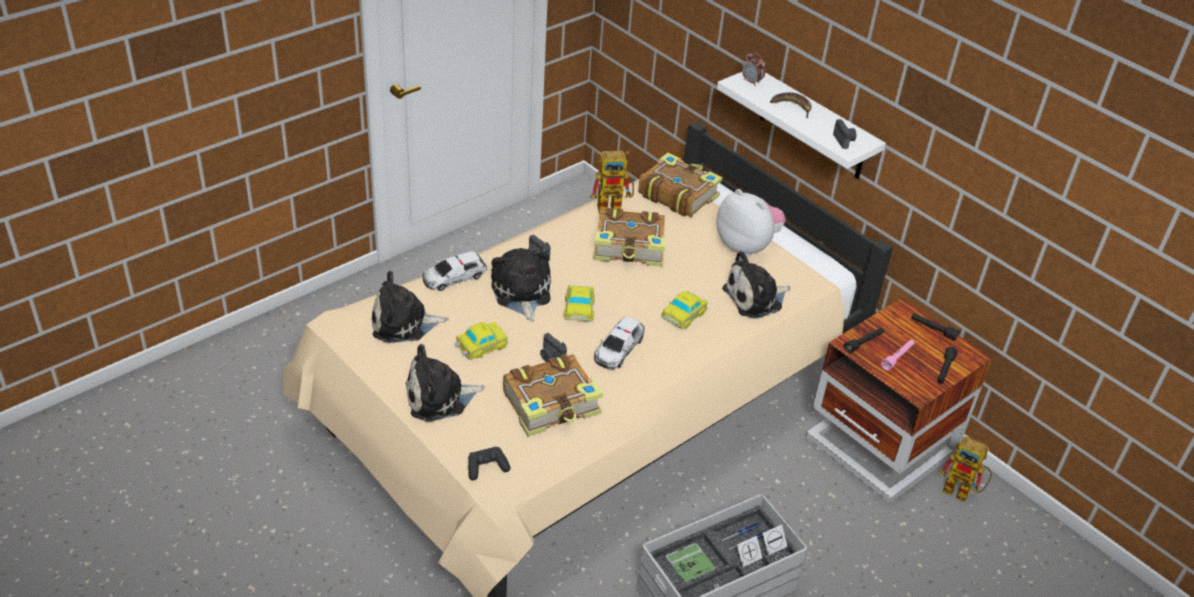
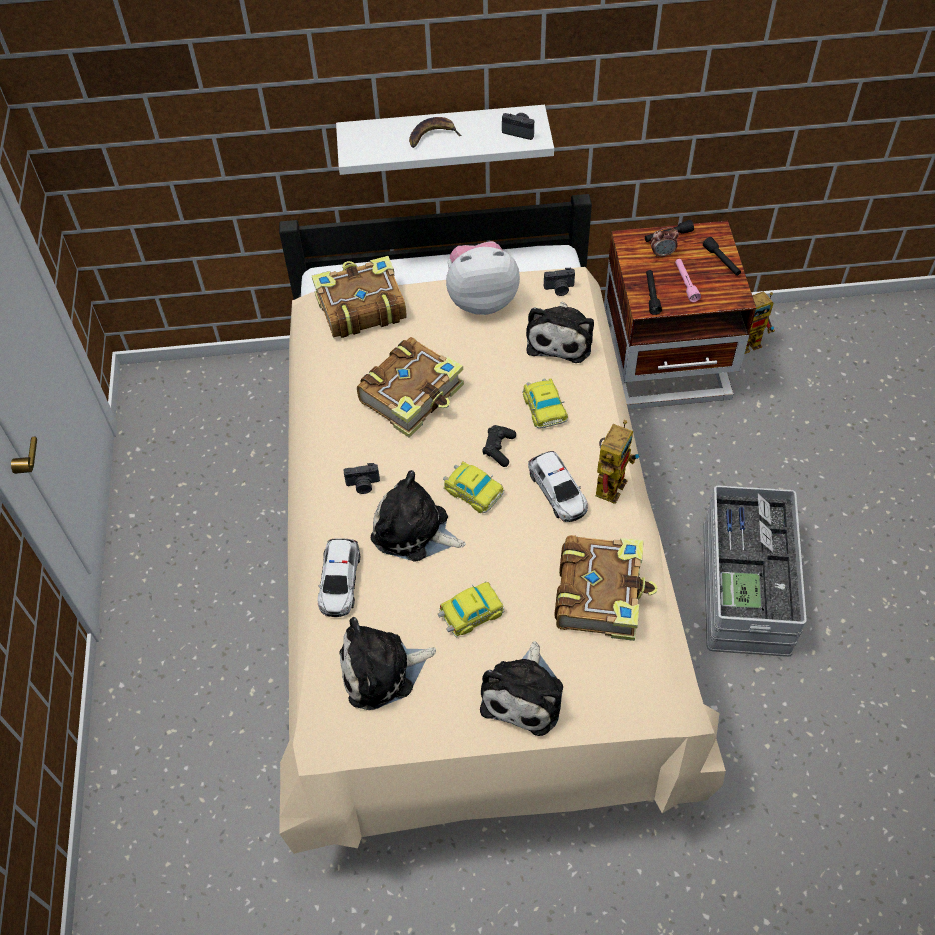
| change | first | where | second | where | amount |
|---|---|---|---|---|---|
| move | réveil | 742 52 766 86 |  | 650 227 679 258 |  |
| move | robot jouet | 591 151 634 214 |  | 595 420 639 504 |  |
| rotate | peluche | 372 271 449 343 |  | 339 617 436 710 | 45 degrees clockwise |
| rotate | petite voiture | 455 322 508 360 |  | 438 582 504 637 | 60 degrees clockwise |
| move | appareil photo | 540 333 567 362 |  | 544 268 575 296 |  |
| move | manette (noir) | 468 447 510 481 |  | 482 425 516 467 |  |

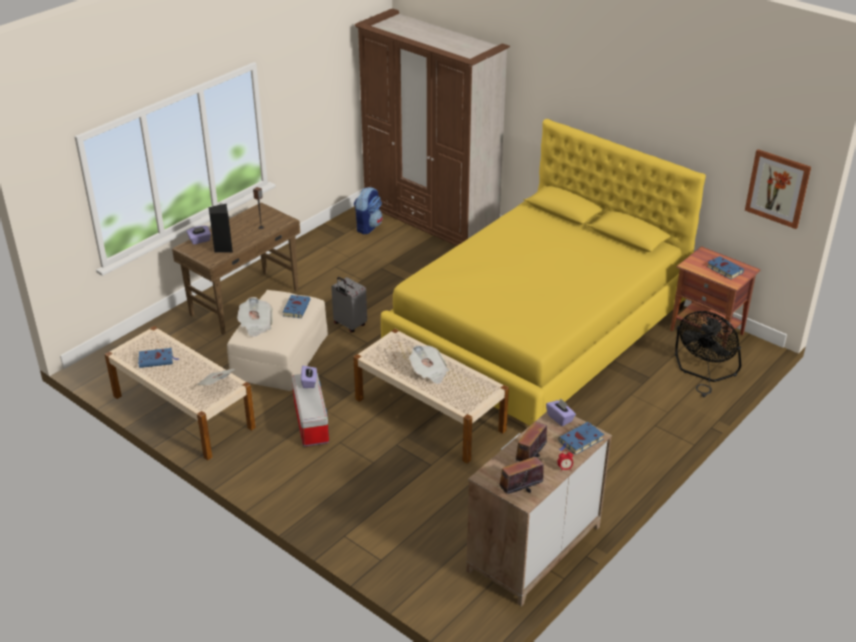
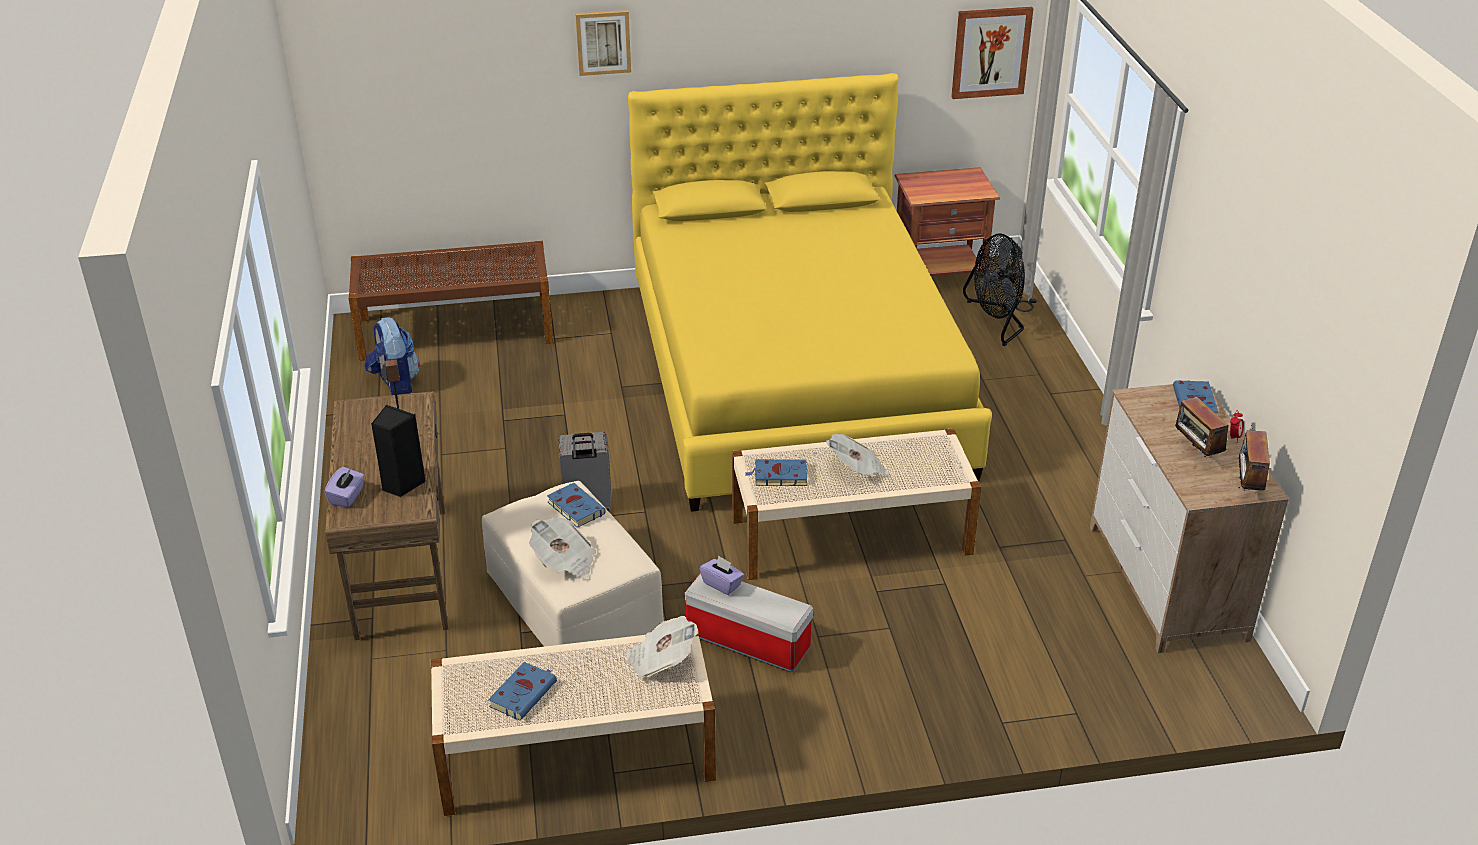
| change | first | where | second | where | amount |
|---|---|---|---|---|---|
| replace | armoire (marron) | 355 8 510 246 | banc (marron) | 348 240 553 361 |  |
| move | livre (bleu) | 707 256 744 279 |  | 746 459 808 486 |  |
| rotate | ventilateur (noir) | 675 311 741 397 |  | 963 233 1037 346 | 90 degrees counterclockwise |
| delete | boîte à mouchoirs (violet) | 546 398 576 426 |  |  |  |
| insert |  |  | tableau | 575 10 631 76 |  |

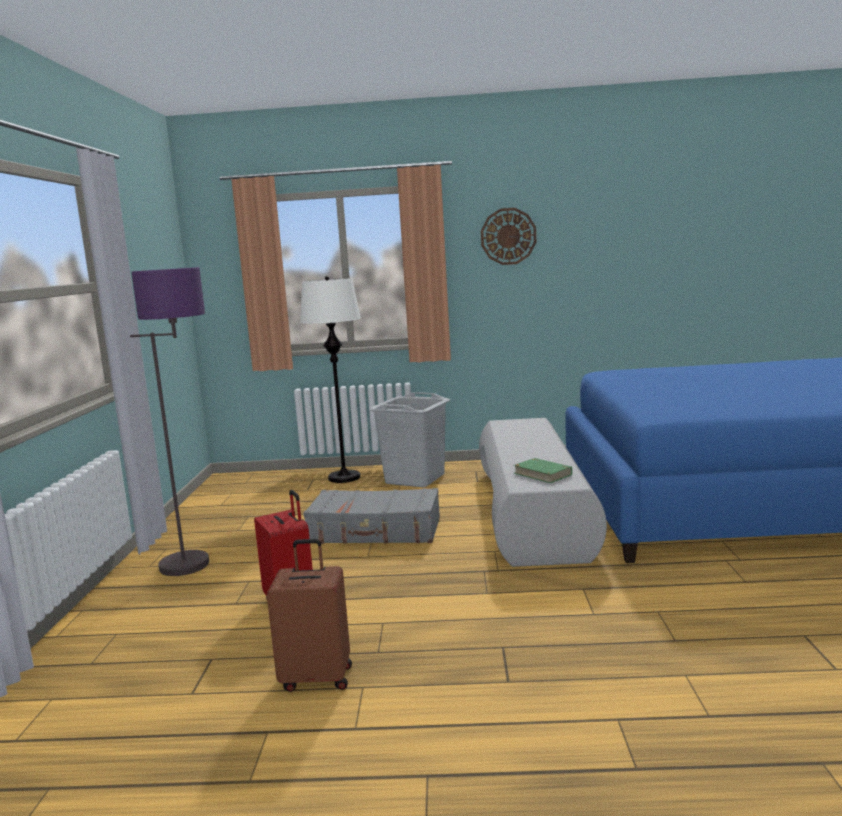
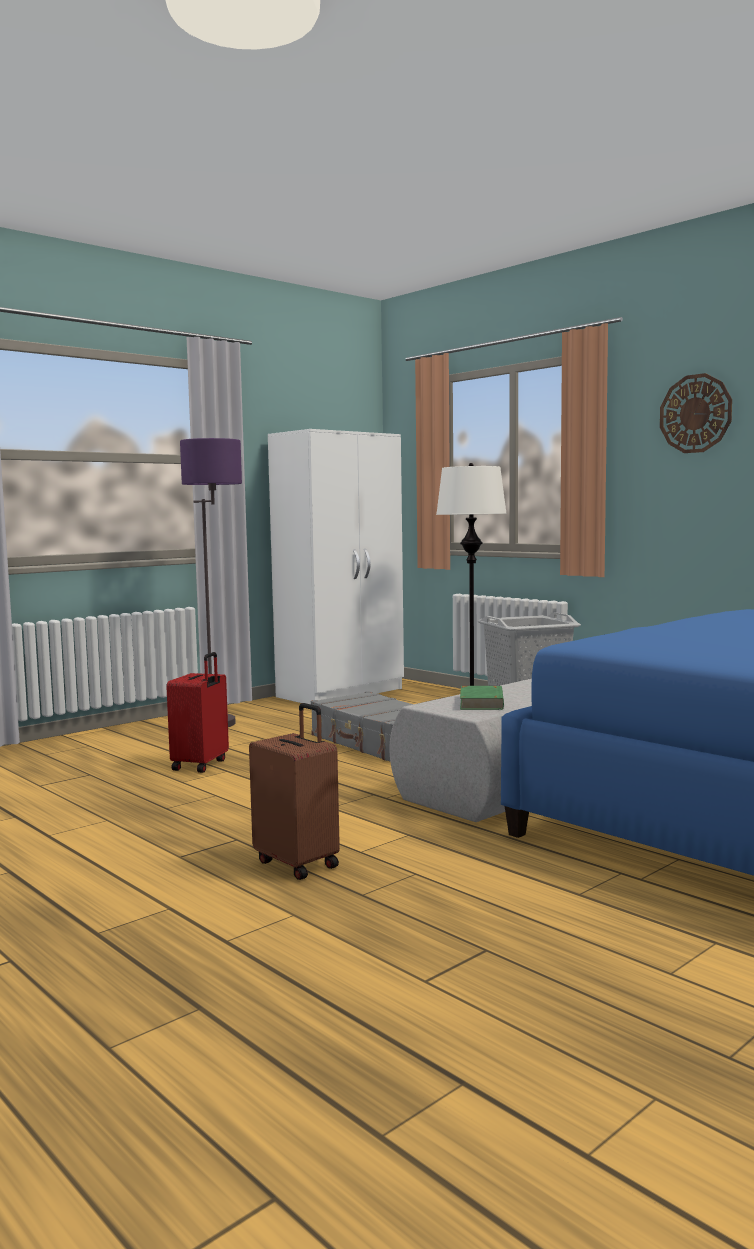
| change | first | where | second | where | amount |
|---|---|---|---|---|---|
| move | valise (marron) | 267 539 352 692 |  | 249 703 340 880 |  |
| insert |  |  | armoire (blanc) | 268 429 404 704 |  |

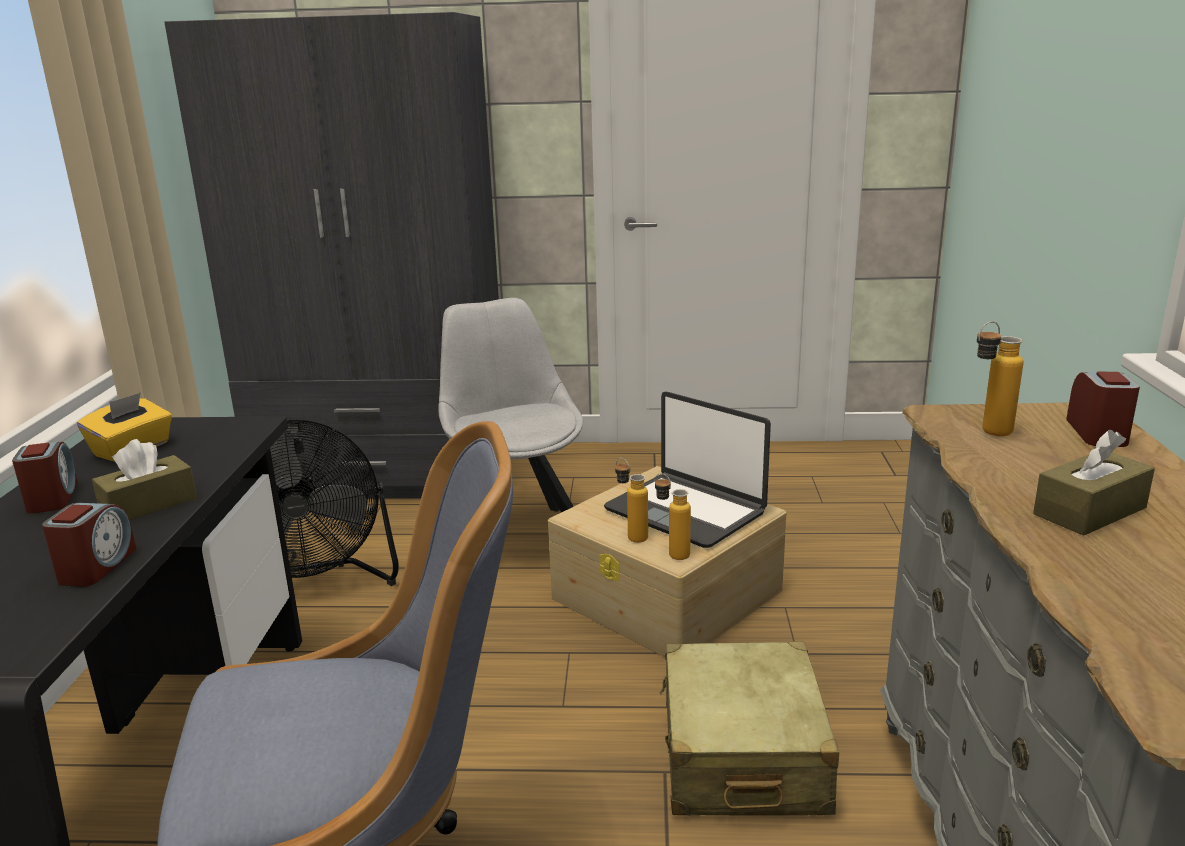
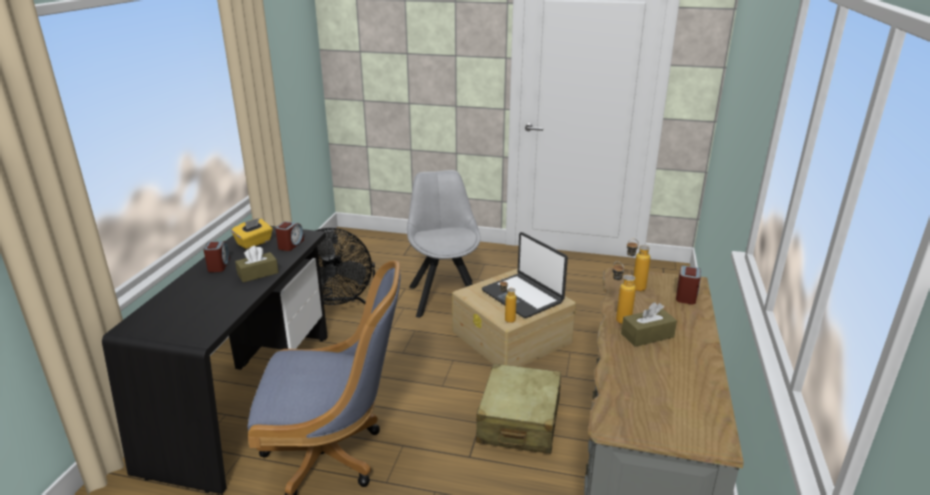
| change | first | where | second | where | amount |
|---|---|---|---|---|---|
| delete | armoire (gris) | 164 12 499 499 |  |  |  |
| move | bouteille | 615 458 648 543 |  | 613 261 636 324 |  |
| move | réveil | 42 503 136 586 |  | 275 221 304 251 |  |

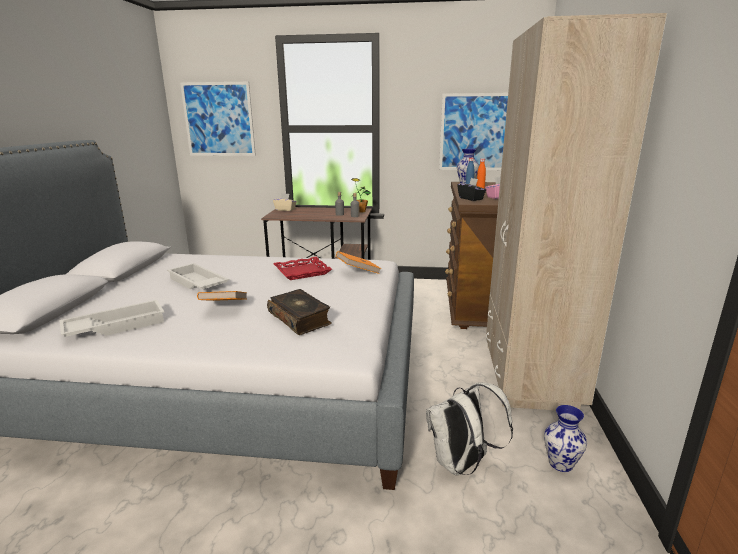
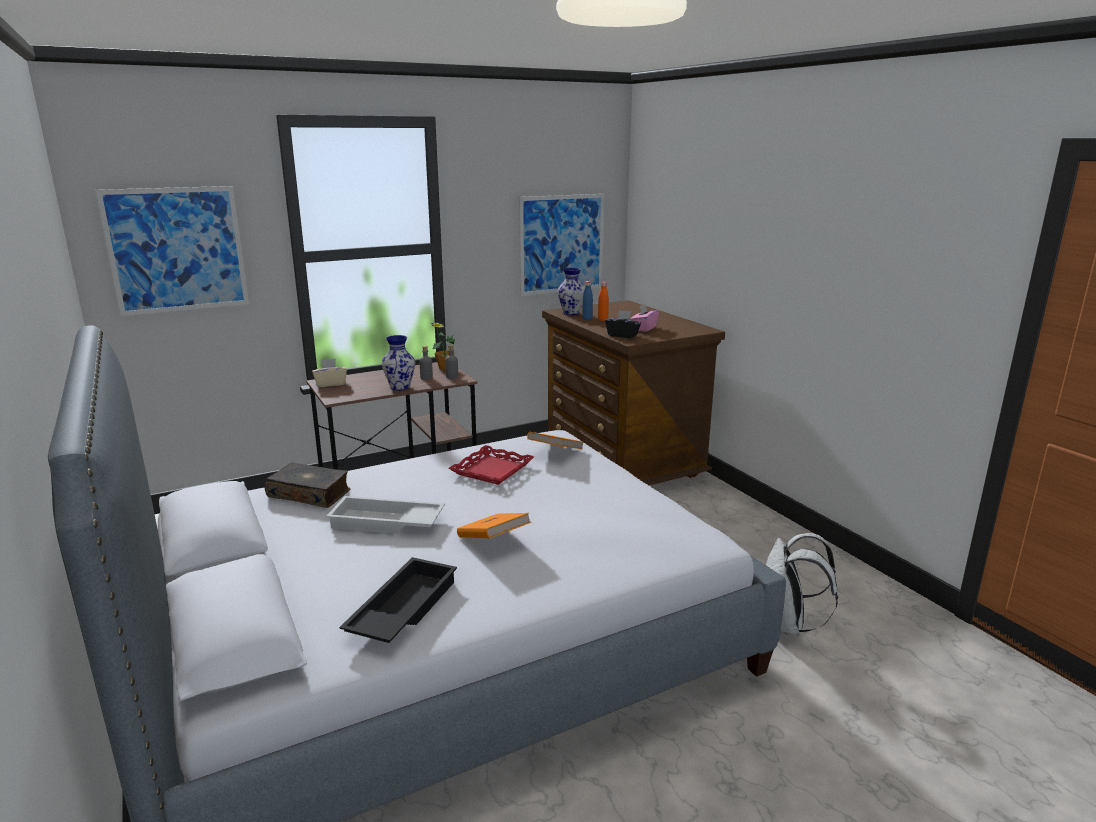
| change | first | where | second | where | amount |
|---|---|---|---|---|---|
| delete | armoire (beige) | 486 13 667 410 |  |  |  |
| move | livre | 267 289 332 335 |  | 265 462 350 508 |  |
| recolor | plateau (blanc) | 59 300 164 337 | plateau (noir) | 339 557 457 643 |  |
| move | vase | 544 405 587 472 |  | 382 335 415 391 |  |

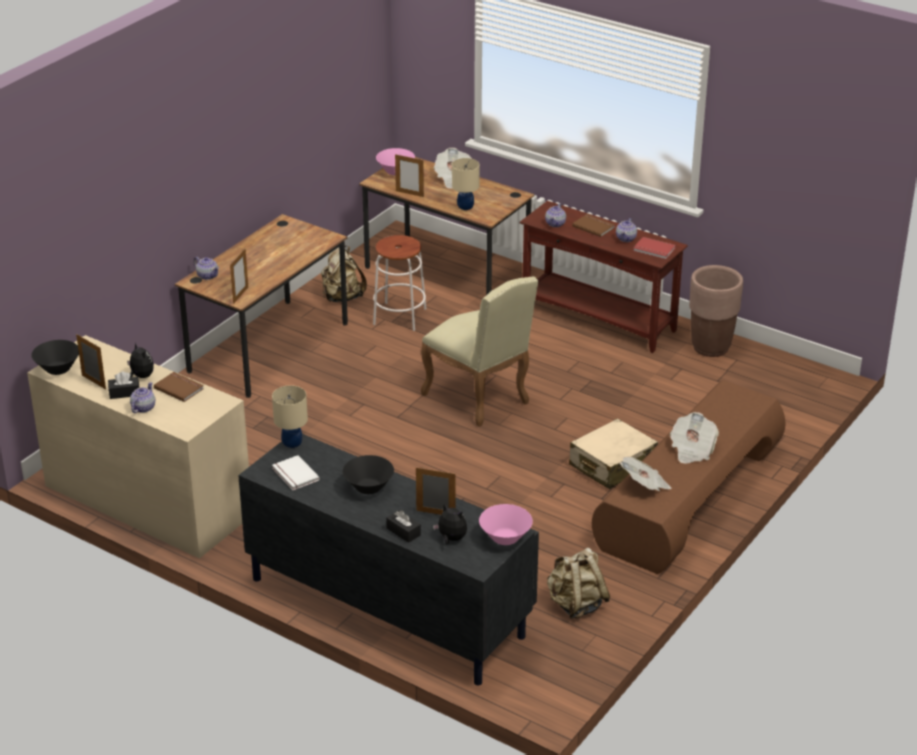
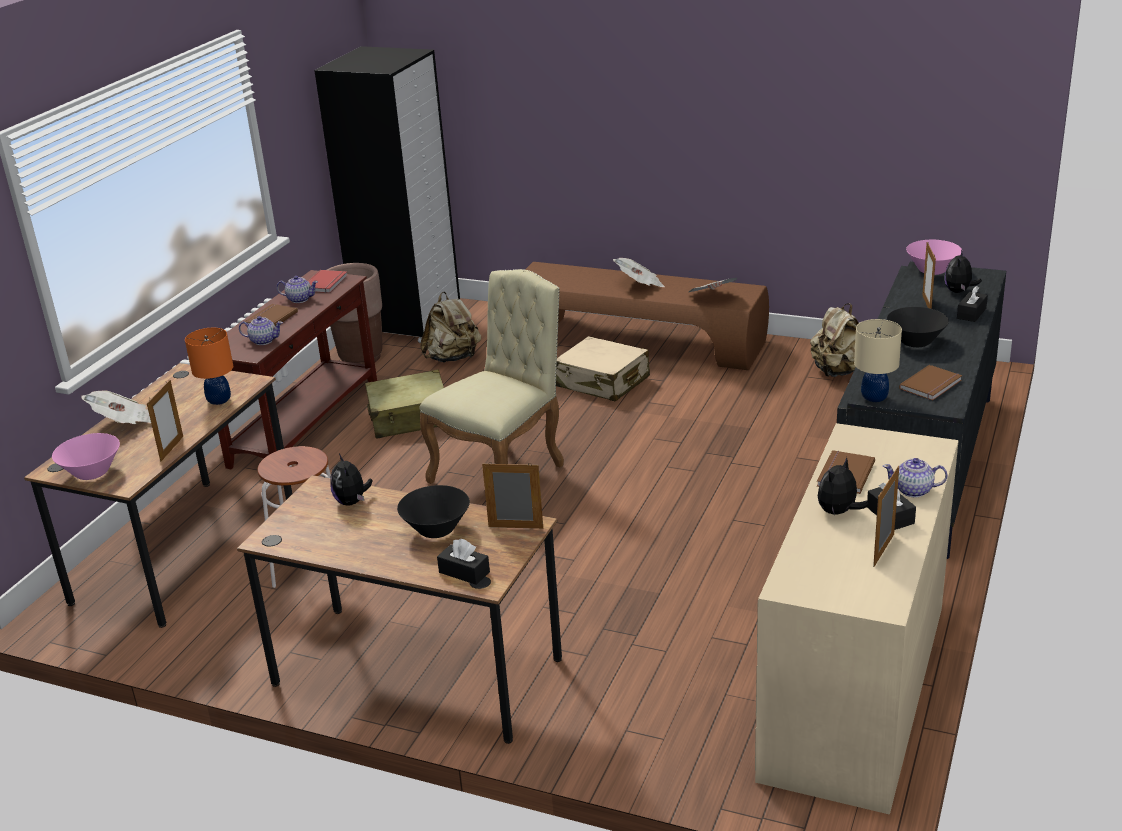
| change | first | where | second | where | amount |
|---|---|---|---|---|---|
| recolor | lampe de table (beige) | 452 158 480 210 | lampe de table (orange) | 185 328 233 405 |  |
| move | sac à dos (beige) | 321 246 367 302 |  | 420 292 481 362 |  |
| replace | théière | 194 257 219 280 | boîte à mouchoirs (noir) | 437 539 490 585 |  |
| move | bol (noir) | 31 340 79 375 |  | 397 485 470 538 |  |
| recolor | livre (blanc) | 272 455 320 490 | livre (marron) | 899 365 962 400 |  |
| insert |  |  | armoire | 314 46 460 343 |  |
| insert |  |  | valise (beige) | 365 370 444 439 |  |
| insert |  |  | peluche | 330 454 373 506 |  |

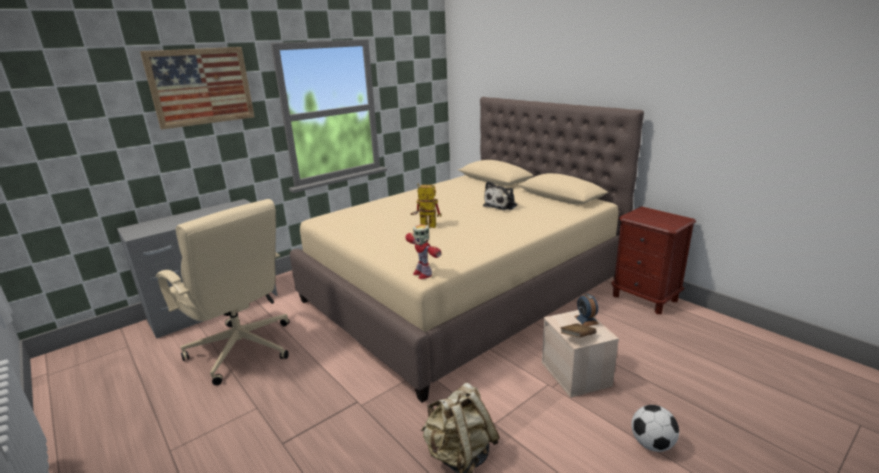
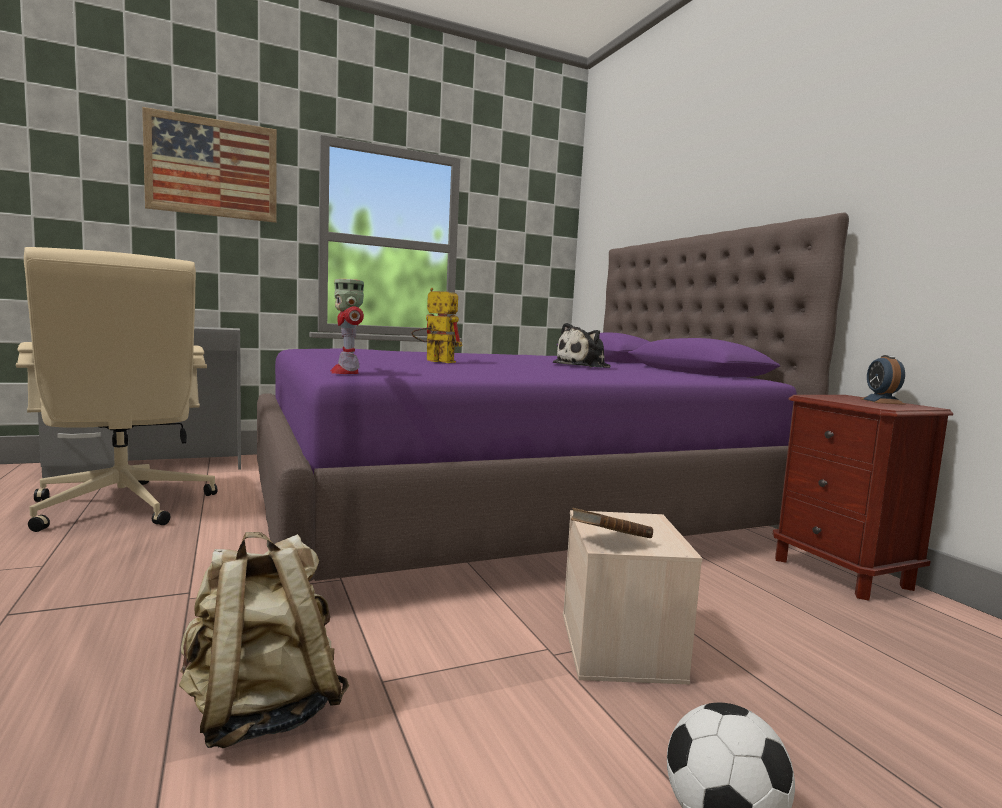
| change | first | where | second | where | amount |
|---|---|---|---|---|---|
| recolor | lit (beige) | 290 97 644 403 | lit (violet) | 257 213 849 582 |  |
| move | réveil | 574 293 599 326 |  | 860 355 905 405 |  |

